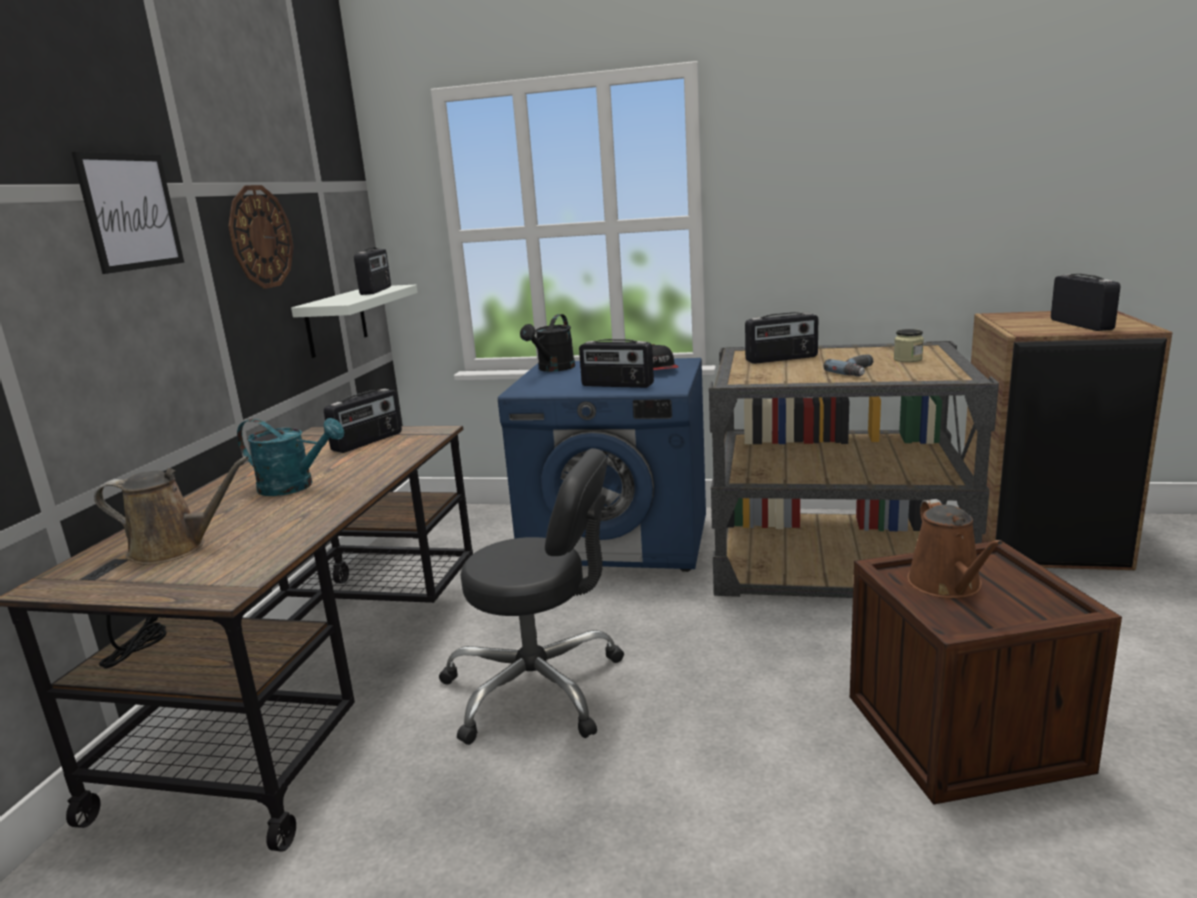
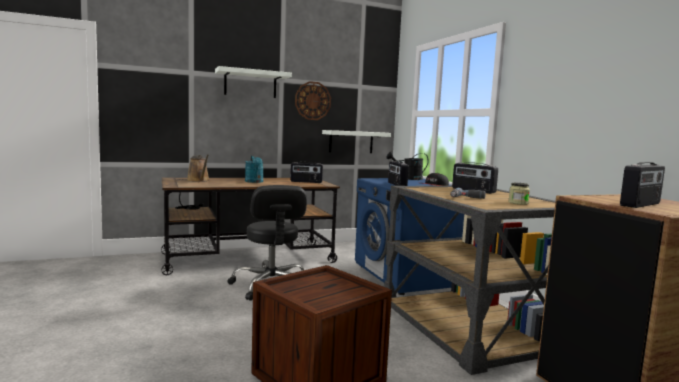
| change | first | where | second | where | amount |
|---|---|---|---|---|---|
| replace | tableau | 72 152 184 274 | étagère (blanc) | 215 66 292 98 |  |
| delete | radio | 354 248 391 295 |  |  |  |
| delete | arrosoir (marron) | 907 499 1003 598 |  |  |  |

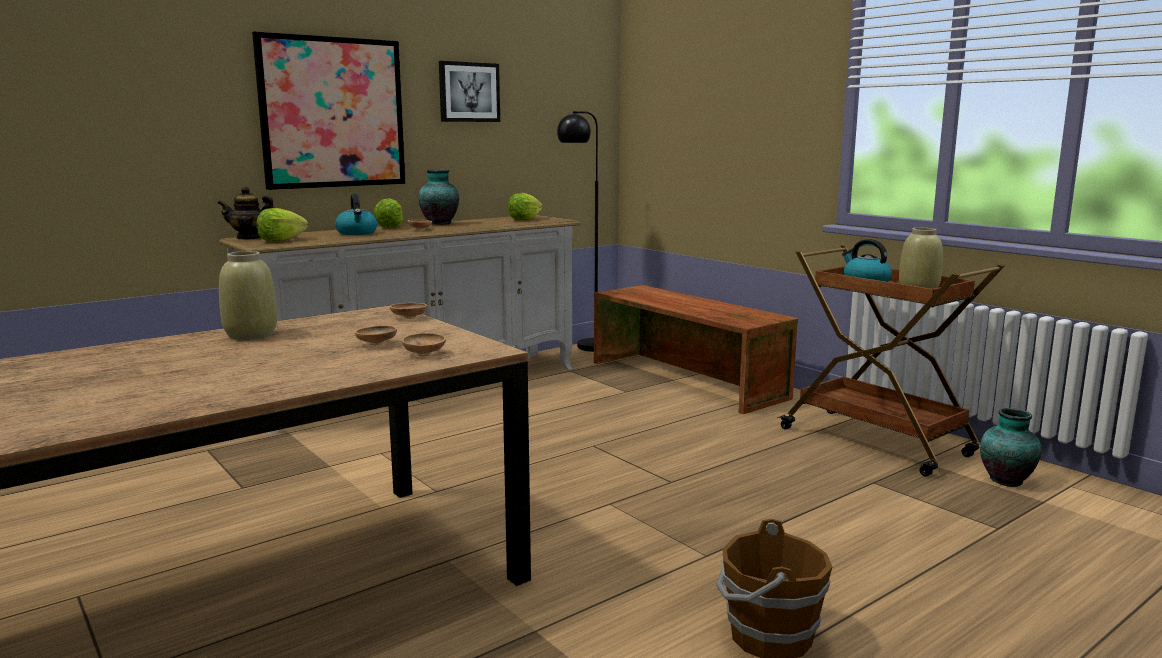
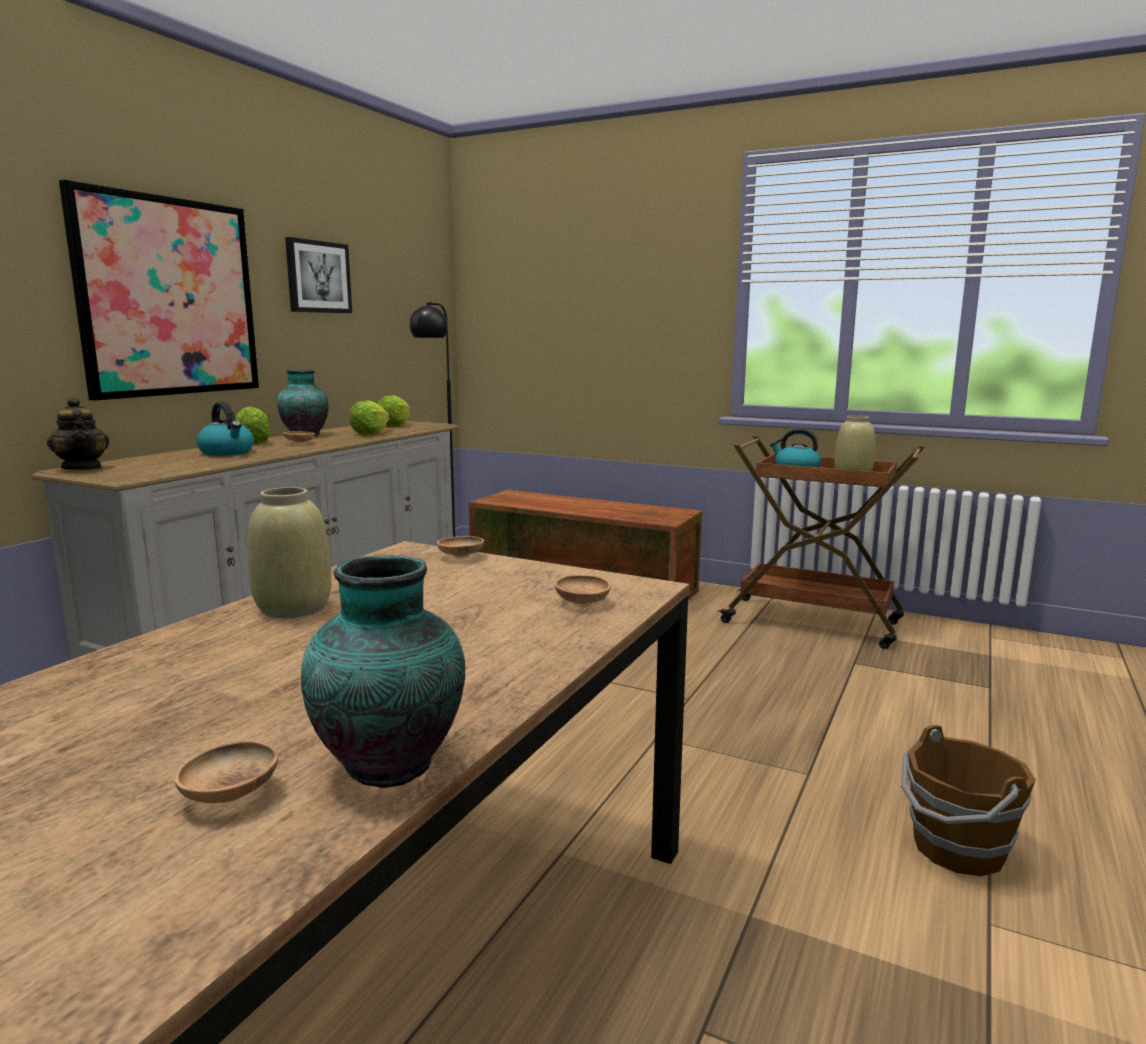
| change | first | where | second | where | amount |
|---|---|---|---|---|---|
| rotate | théière | 217 186 274 240 |  | 47 397 109 470 | 90 degrees counterclockwise |
| move | laitue | 257 208 308 242 |  | 349 400 390 435 |  |
| move | bol (marron) | 355 326 397 345 |  | 174 741 278 803 |  |
| move | vase | 980 408 1042 487 |  | 301 555 465 788 |  |

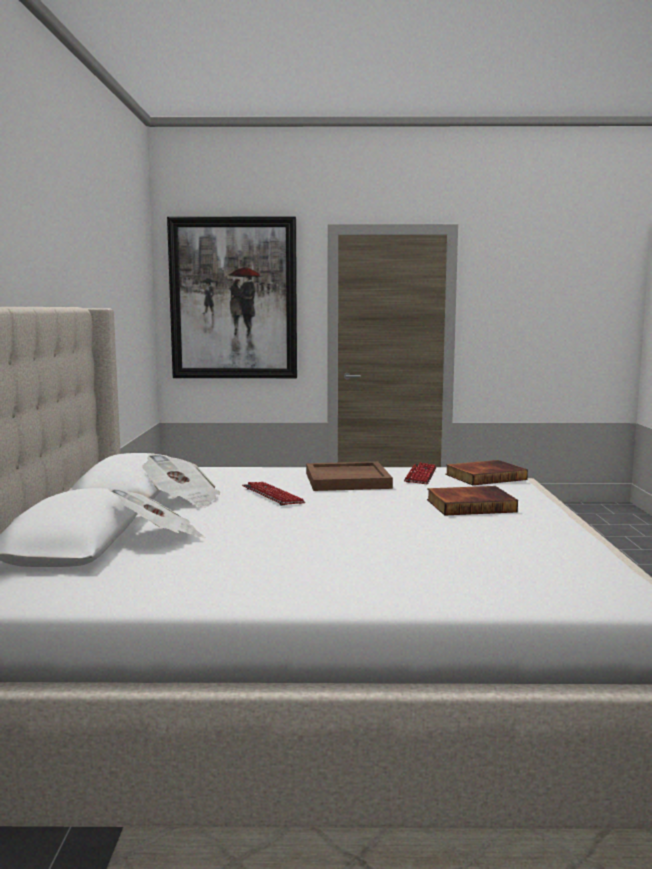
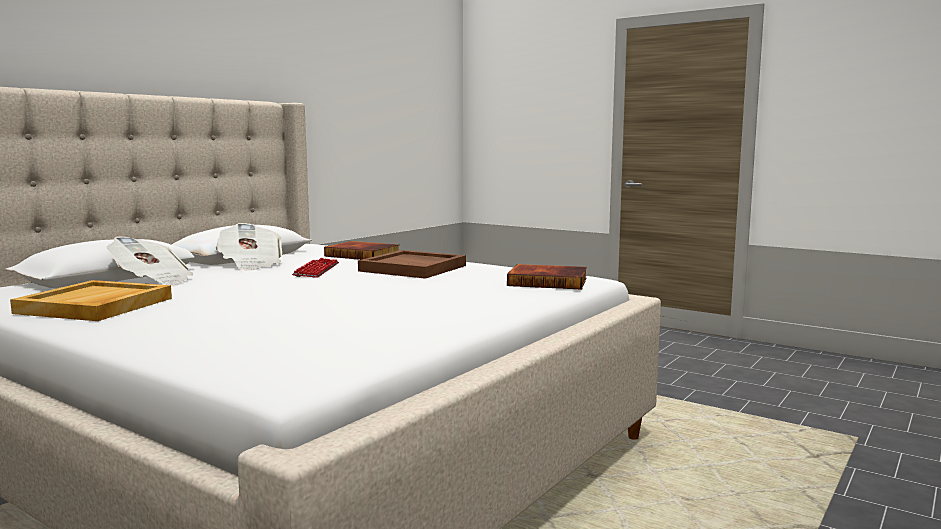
| change | first | where | second | where | amount |
|---|---|---|---|---|---|
| delete | tableau | 167 217 297 378 |  |  |  |
| delete | clavier | 404 462 436 484 |  |  |  |
| move | livre | 427 486 518 516 |  | 324 241 400 260 |  |
| insert |  |  | plateau (beige) | 10 280 172 321 |  |

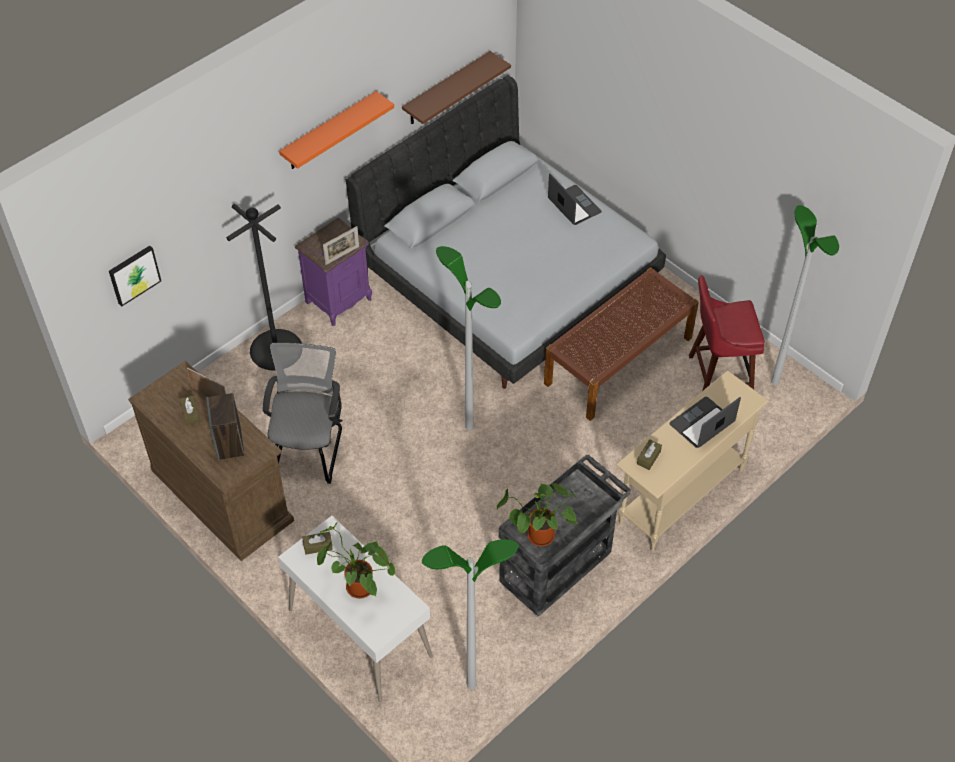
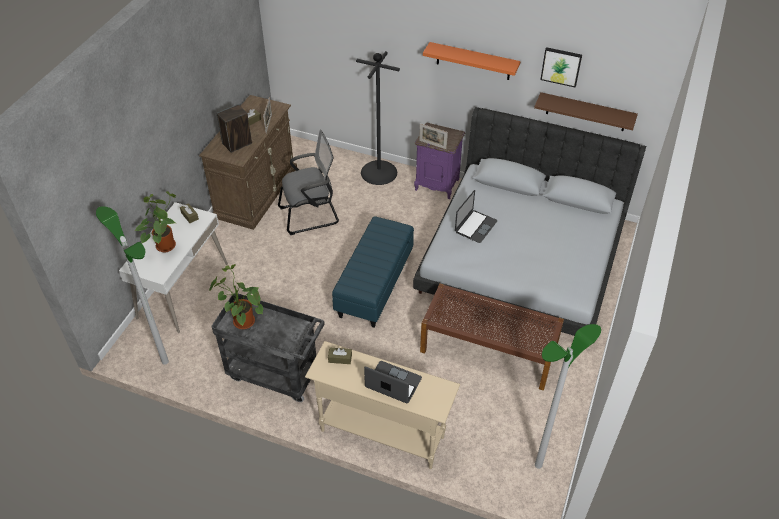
| change | first | where | second | where | amount |
|---|---|---|---|---|---|
| move | ordinateur portable | 548 174 602 225 |  | 455 190 497 243 |  |
| move | tableau | 109 246 161 307 |  | 540 47 582 87 |  |
| replace | lampadaire | 436 246 501 430 | pouf (bleu) | 332 216 414 328 |  |
| delete | chaise (rouge) | 689 275 765 391 |  |  |  |

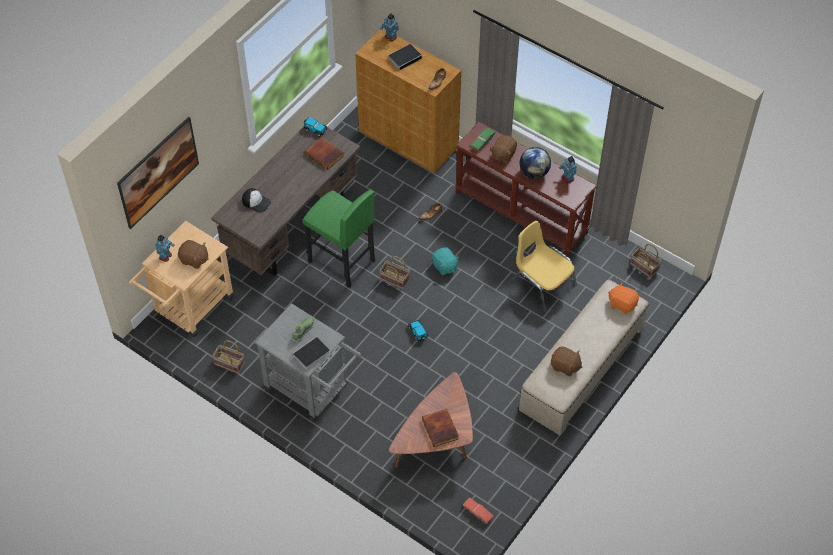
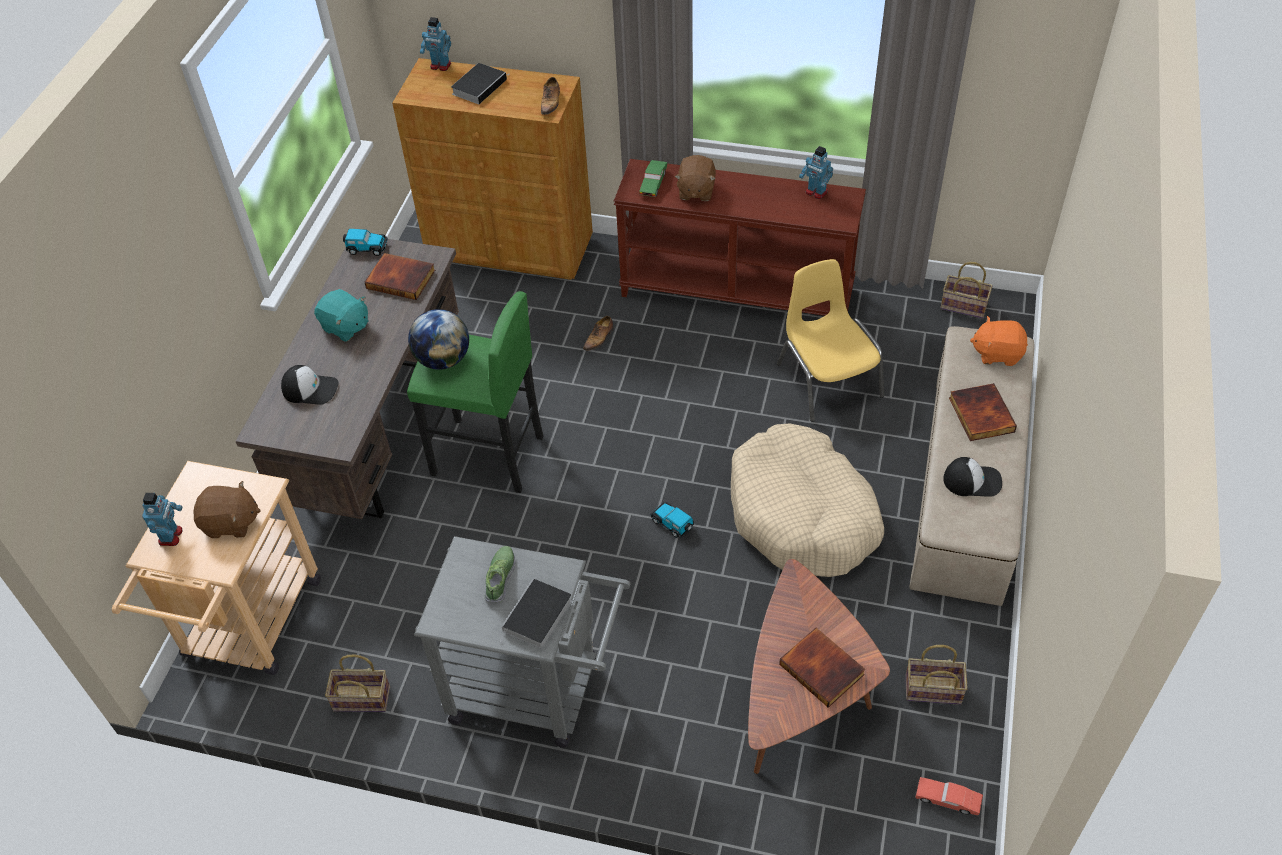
| change | first | where | second | where | amount |
|---|---|---|---|---|---|
| delete | tableau | 117 117 199 229 |  |  |  |
| move | globe | 520 147 551 179 |  | 408 309 469 370 |  |
| rotate | chaise (jaune) | 511 220 577 312 |  | 777 259 884 422 | 45 degrees clockwise |
| move | peluche (turquoise) | 432 247 459 275 |  | 314 289 368 342 |  |
| move | panier | 379 256 410 289 |  | 905 645 968 705 |  |
| replace | peluche (marron) | 551 346 583 376 | casquette | 943 457 1002 497 |  |
| insert |  |  | livre | 949 384 1017 441 |  |
| insert |  |  | panier pour chien (beige) | 731 423 884 577 |  |

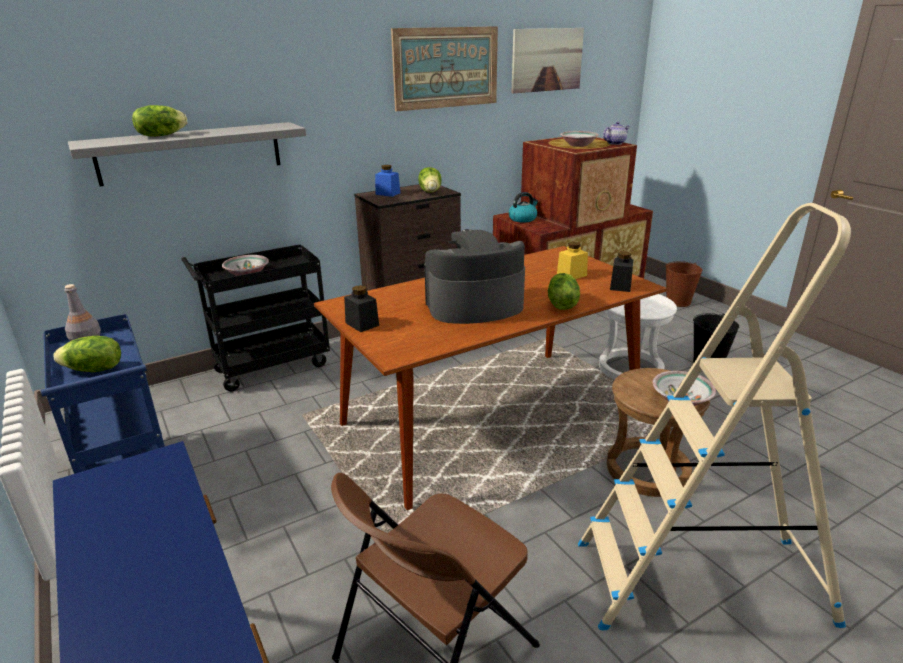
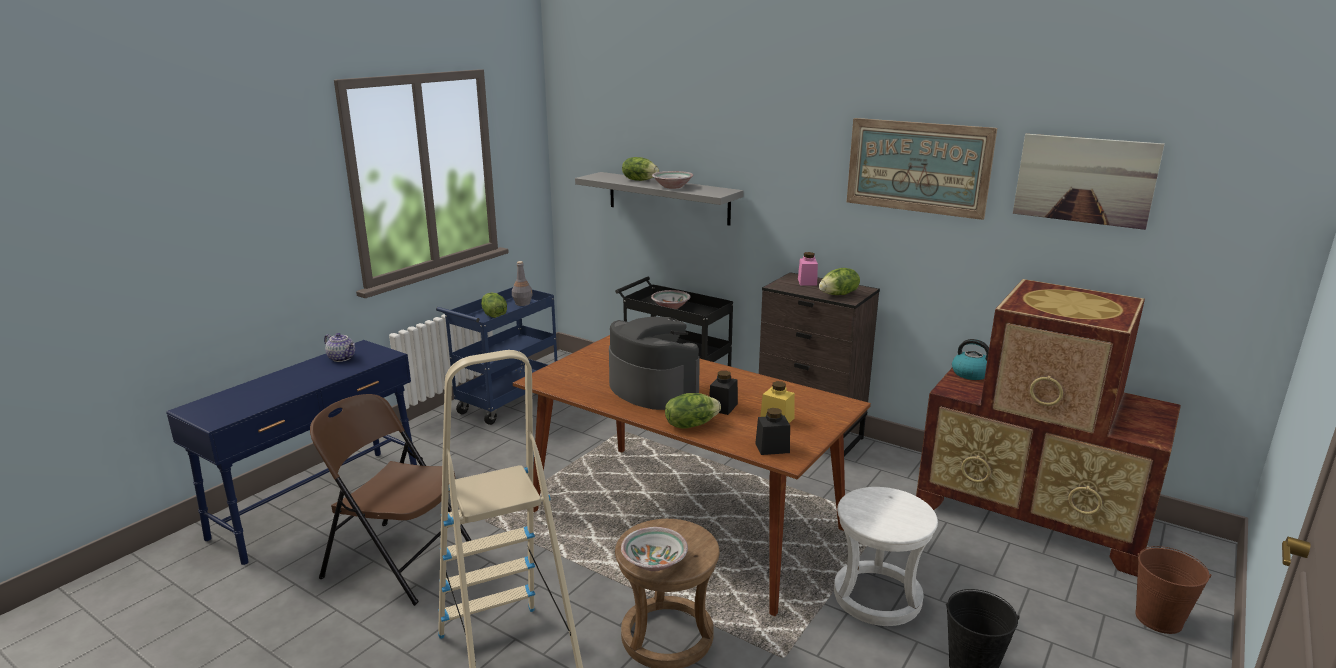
| change | first | where | second | where | amount |
|---|---|---|---|---|---|
| move | théière | 603 122 629 145 |  | 324 333 355 362 |  |
| move | bol | 560 131 599 147 |  | 652 171 694 189 |  |
| recolor | bocal (bleu) | 375 165 400 197 | bocal (rose) | 798 252 818 286 |  |
| move | bocal (noir) | 344 285 379 332 |  | 709 370 738 415 |  |

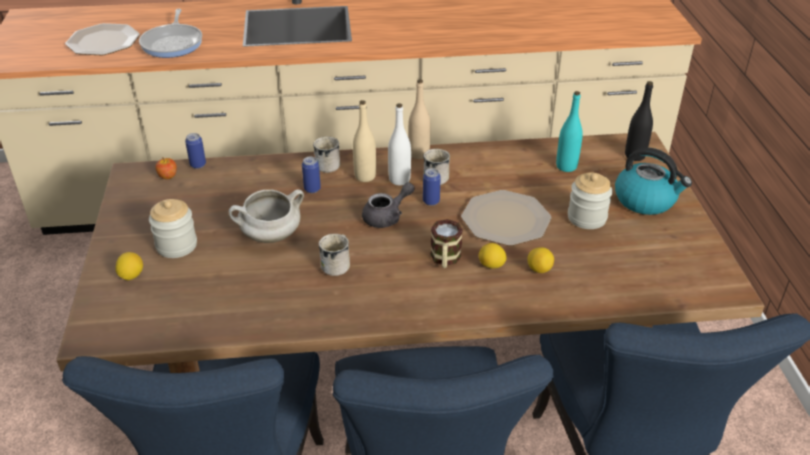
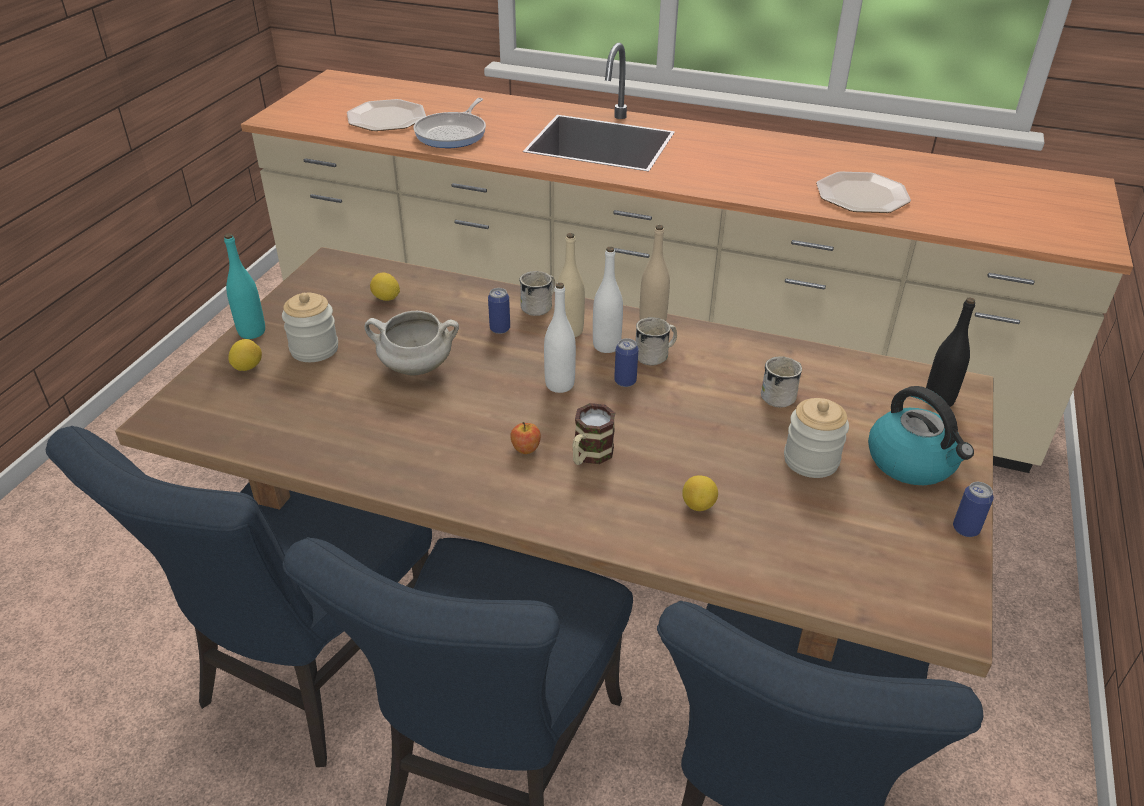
| change | first | where | second | where | amount |
|---|---|---|---|---|---|
| move | bouteille (turquoise) | 556 91 583 172 |  | 224 233 265 339 |  |
| move | boîte métallique | 185 133 206 169 |  | 953 482 994 537 |  |
| move | pomme | 155 157 177 179 |  | 510 422 541 454 |  |
| replace | théière (gris) | 362 182 415 228 | bouteille (blanc) | 544 283 576 393 |  |
| move | assiette | 461 190 551 246 |  | 816 172 911 213 |  |
| move | mug (blanc) | 319 234 350 276 |  | 761 356 802 408 |  |
| move | citron | 479 243 507 269 |  | 370 273 400 301 |  |

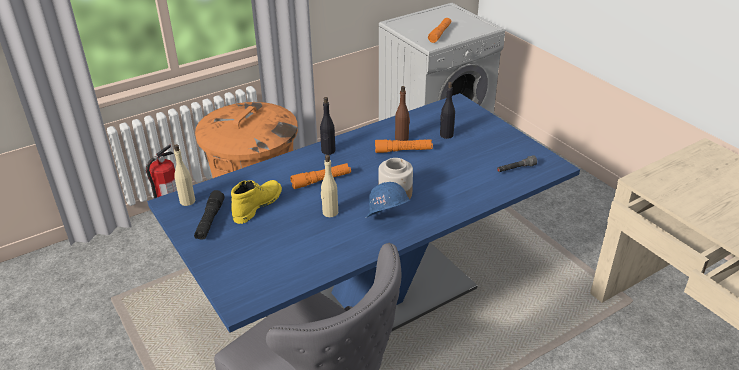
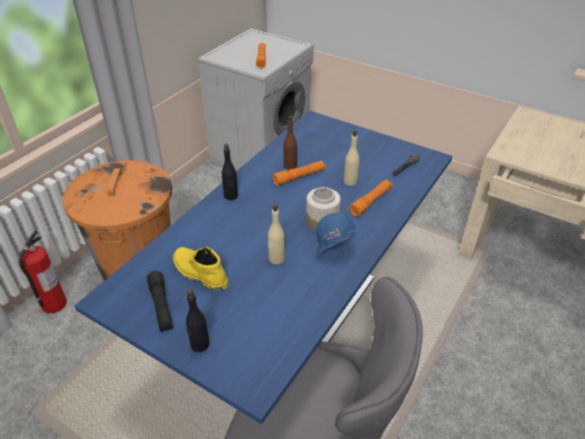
| change | first | where | second | where | amount |
|---|---|---|---|---|---|
| move | bouteille (noir) | 440 82 455 139 |  | 186 289 209 352 |  |
| move | bouteille (beige) | 174 144 195 206 |  | 344 130 359 186 |  |
| move | lampe de poche (orange) | 290 163 351 189 |  | 349 179 393 216 |  |
| rotate | botte (jaune) | 231 180 282 224 |  | 173 247 228 291 | 60 degrees counterclockwise |

